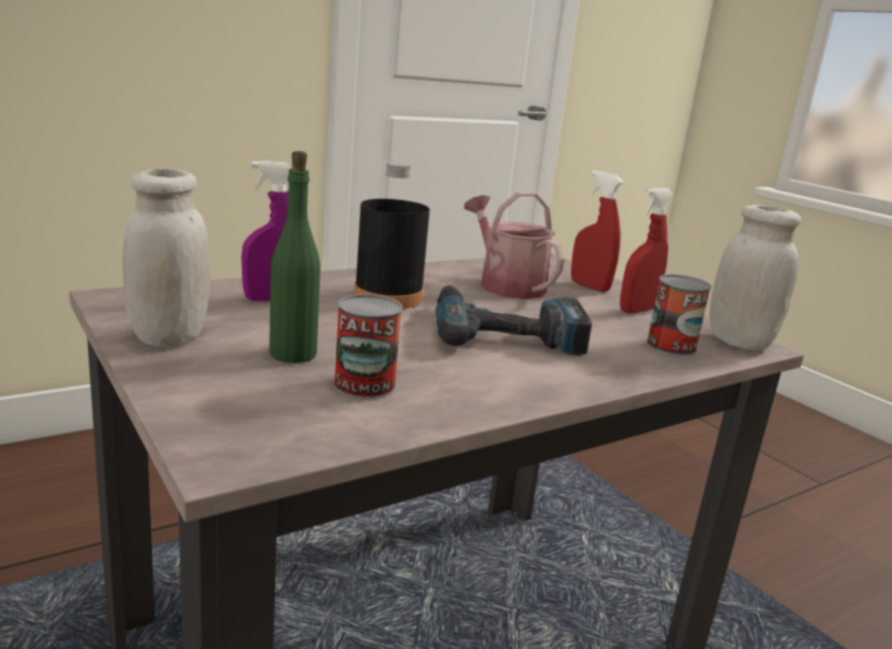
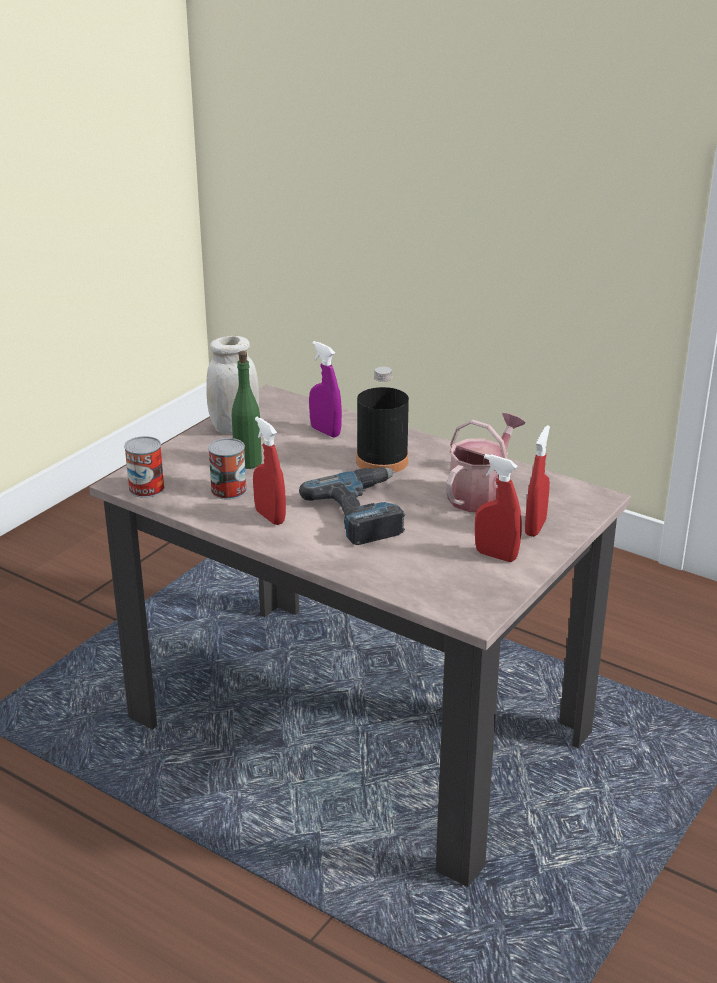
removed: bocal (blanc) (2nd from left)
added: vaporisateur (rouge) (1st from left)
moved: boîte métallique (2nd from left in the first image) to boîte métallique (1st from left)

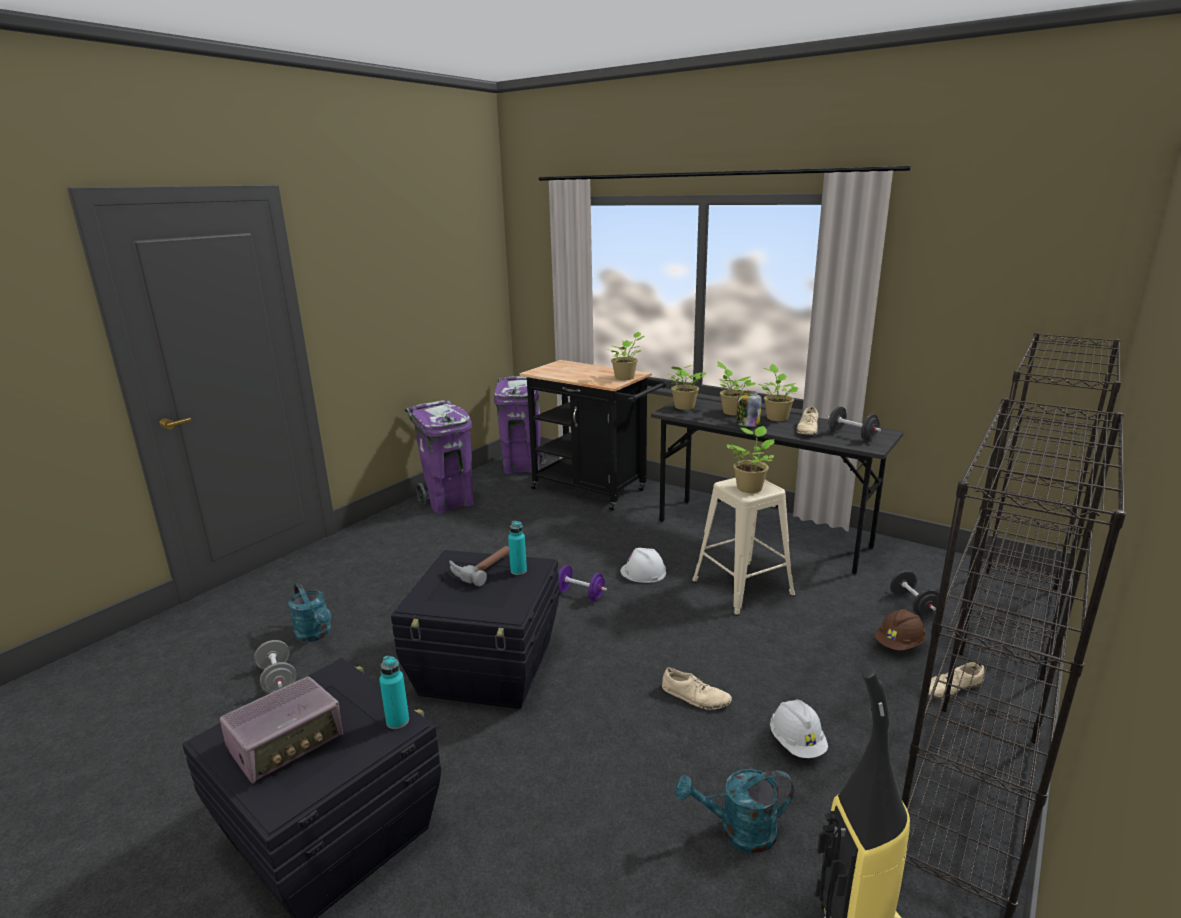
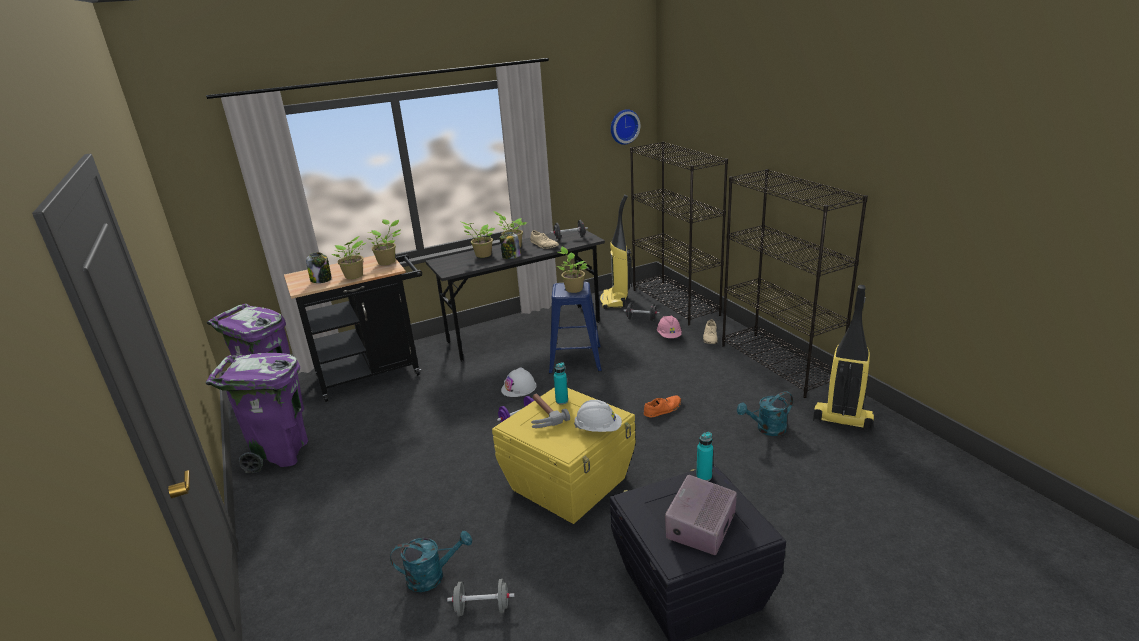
added: horloge murale; aspirateur (1st from left); bocal (1st from left)
moved: plante en pot (2nd from left in the first image) to plante en pot (1st from left); casque de chantier (blanc) (2nd from left)
recoloured: tabouret (beige) to tabouret (bleu); boîte de rangement (noir) (2nd from left) to boîte de rangement (jaune); casque de chantier (marron) to casque de chantier (rose); chaussure (beige) (1st from left) to chaussure (orange)
turned: radio 135 degrees counterclockwise; arrosoir (turquoise) (2nd from left) 45 degrees clockwise

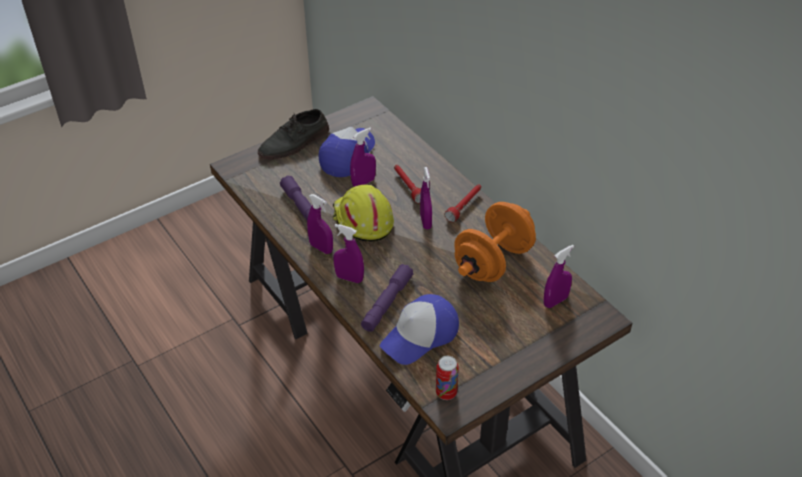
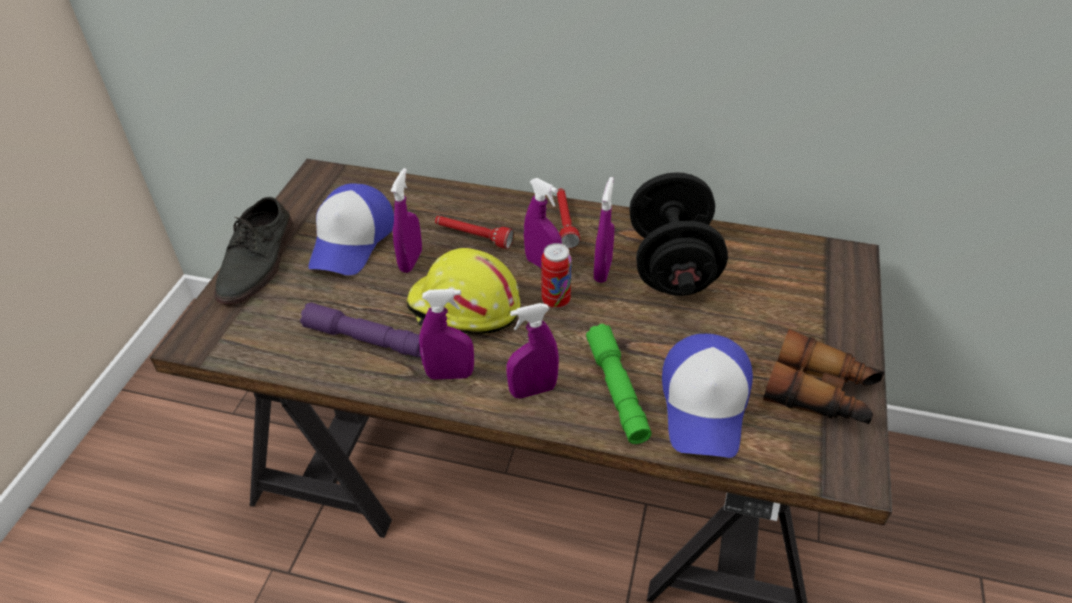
added: jumelles
moved: vaporisateur (violet) (5th from left); boîte métallique
recoloured: haltère (orange) to haltère (noir); lampe de poche (violet) (2nd from left) to lampe de poche (vert)
turned: casquette (1st from left) 150 degrees counterclockwise

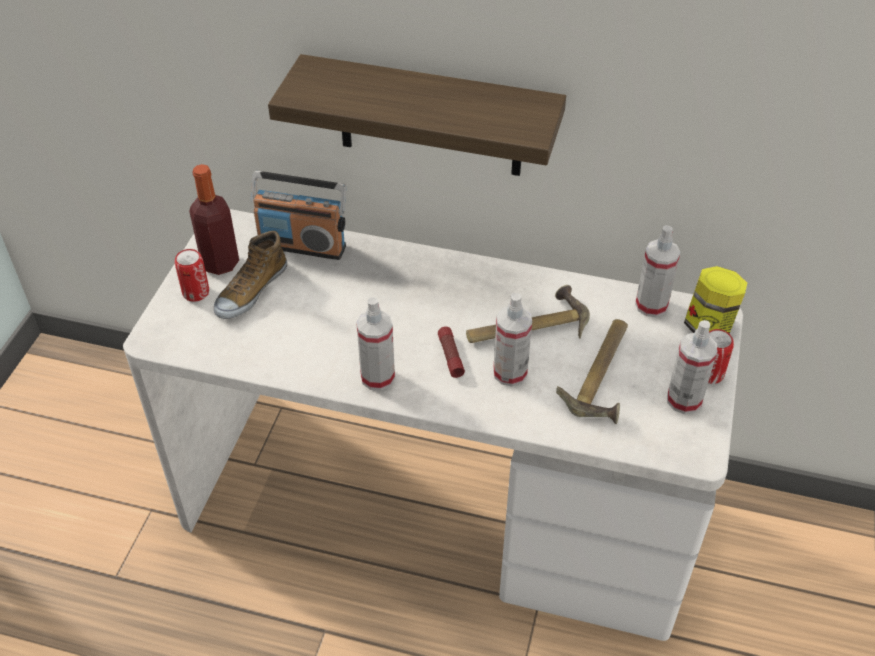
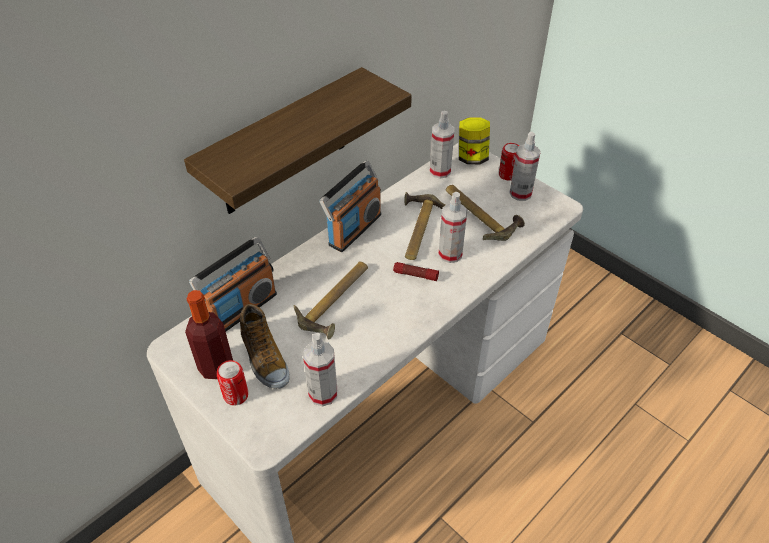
added: radio (2nd from left); marteau (1st from left)
moved: vaporisateur (1st from left)

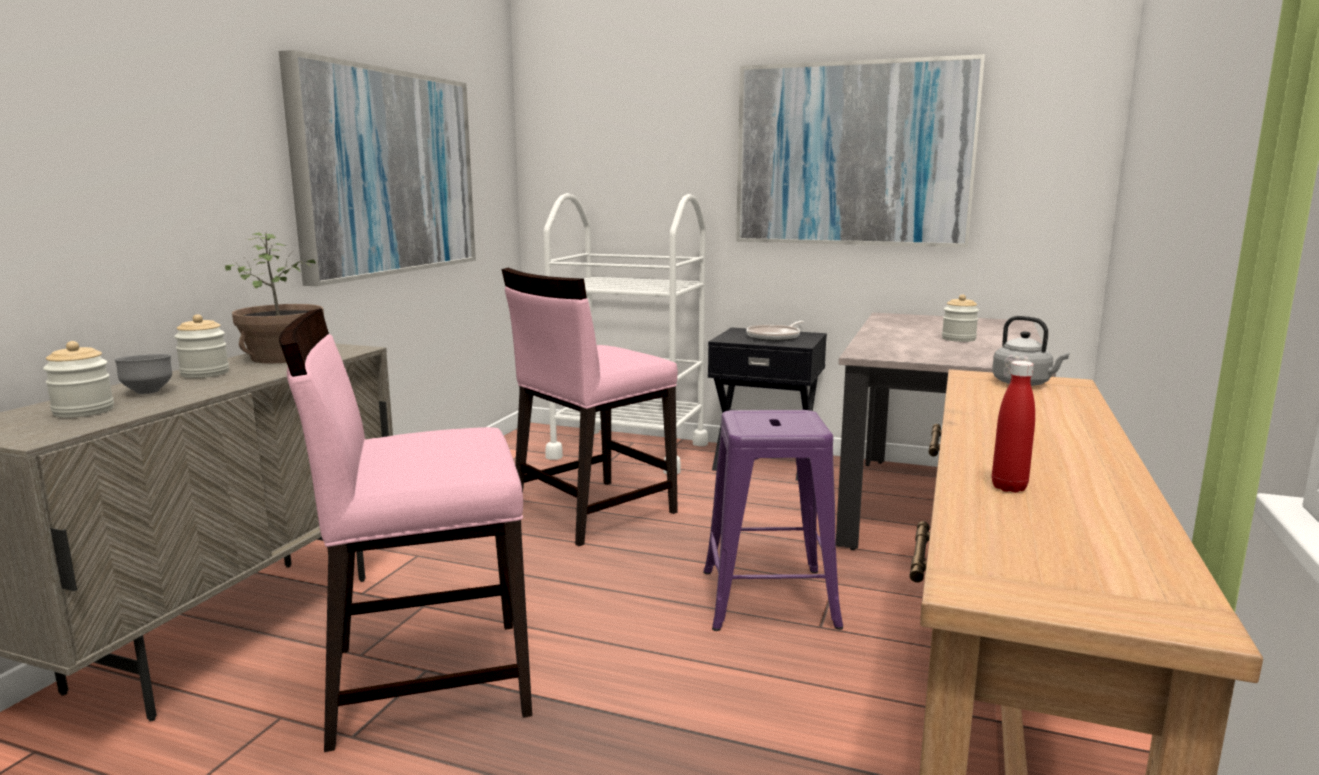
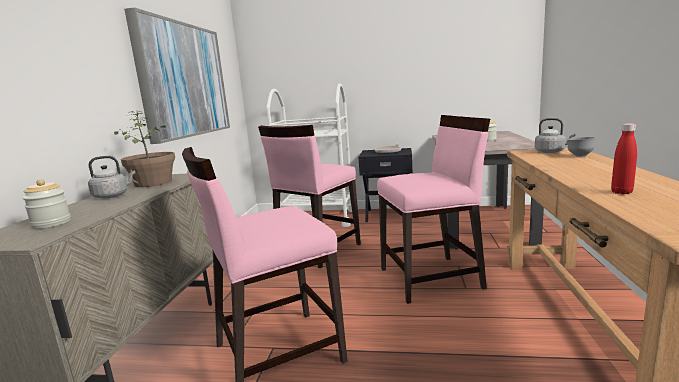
removed: tableau (2nd from left)
moved: bol (gris)
replaced: bocal (2nd from left) to bouilloire (gris) (1st from left); tabouret (violet) to chaise (rose) (3rd from left)

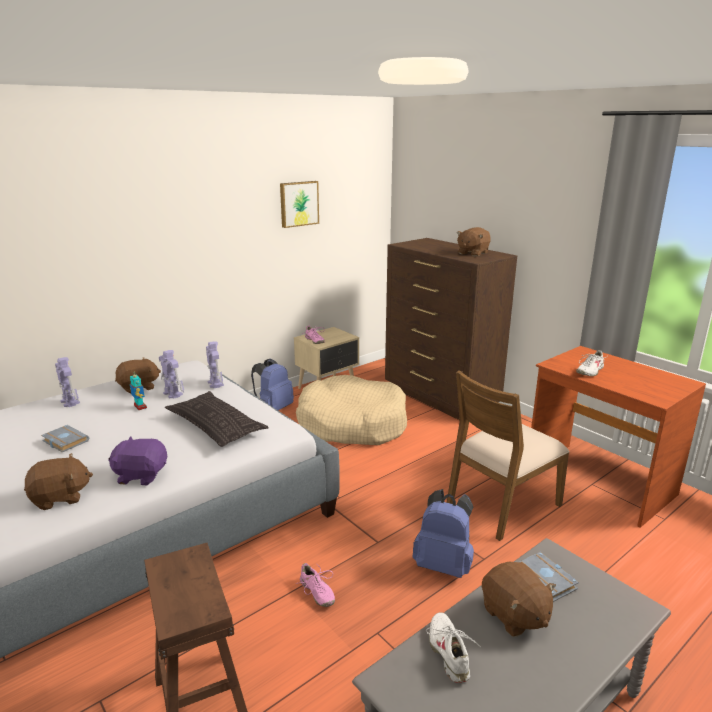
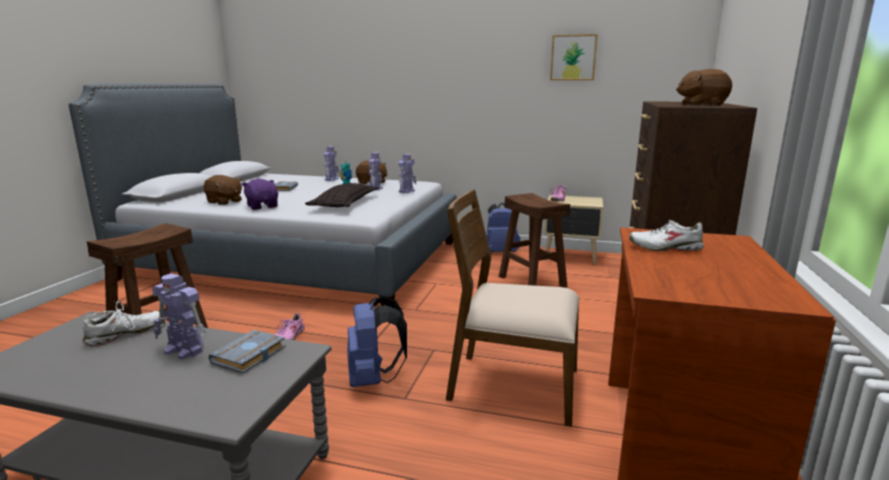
replaced: panier pour chien (beige) to tabouret (marron) (2nd from left); peluche (marron) (4th from left) to robot jouet (1st from left)

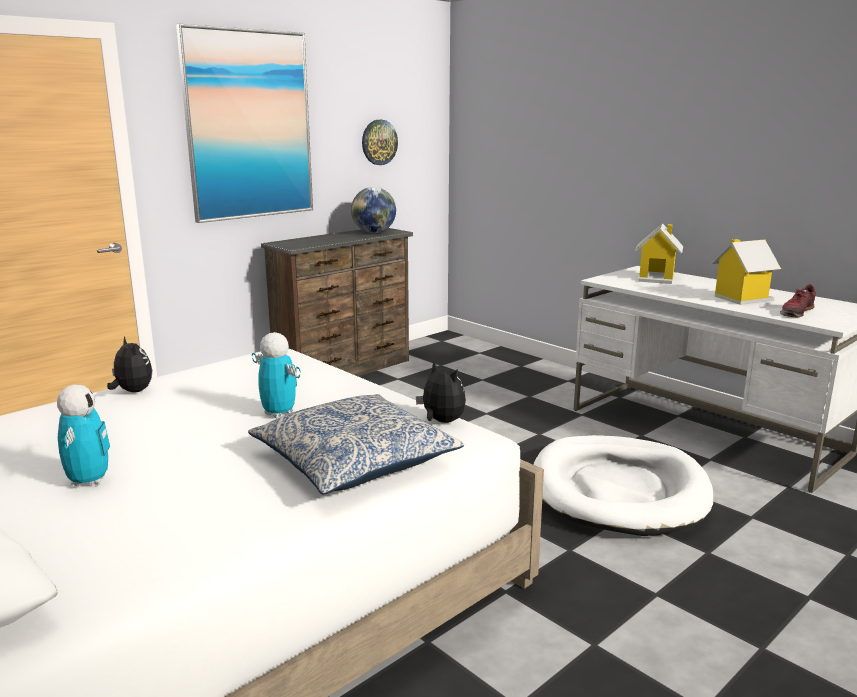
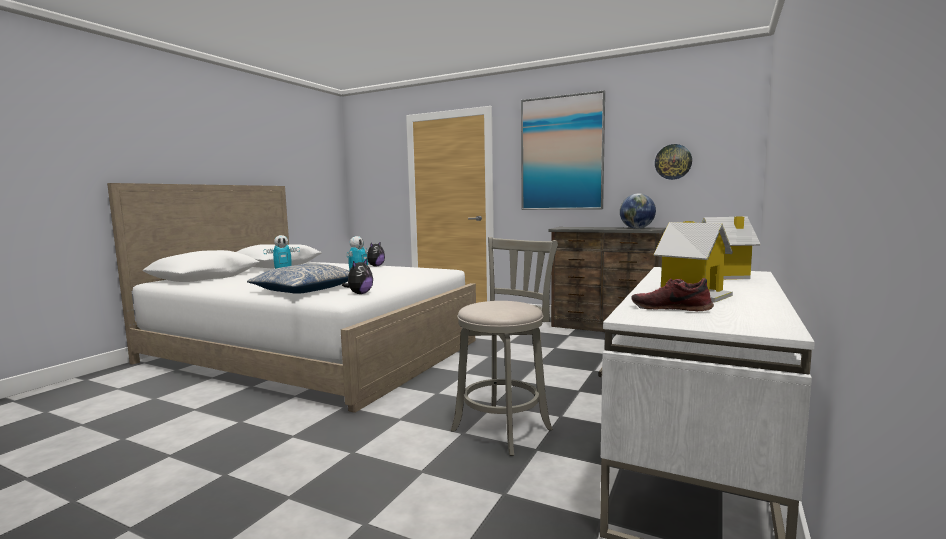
replaced: panier pour chien (blanc) to tabouret (gris)

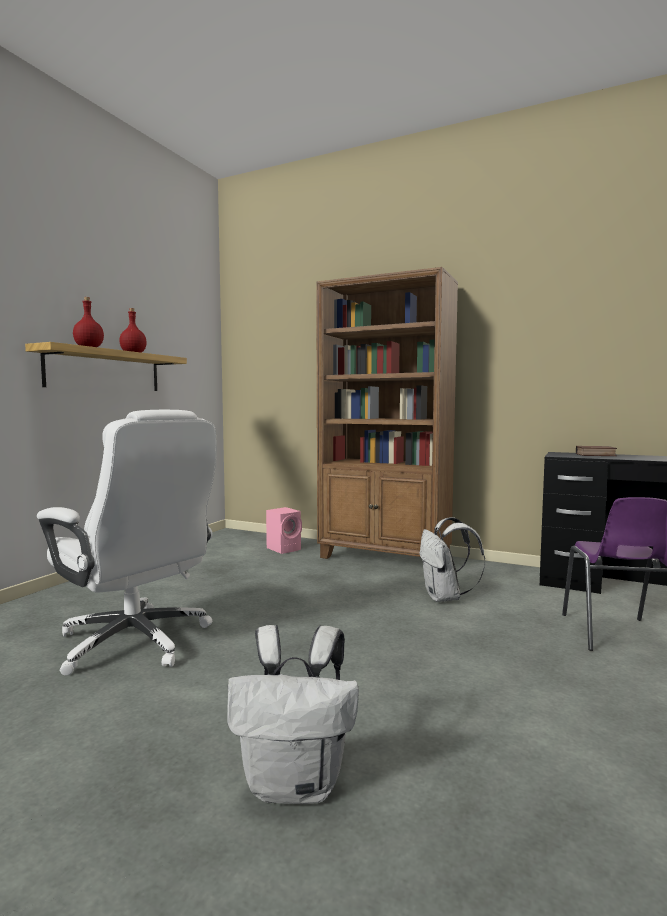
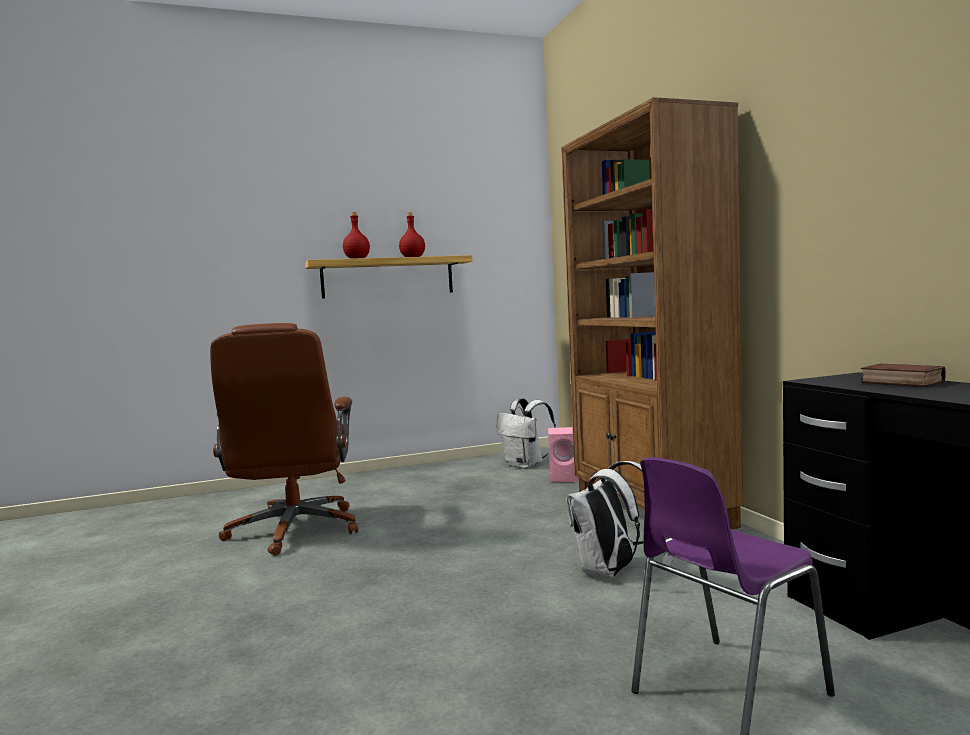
moved: sac à dos (blanc) (1st from left)
recoloured: chaise de bureau (blanc) to chaise de bureau (marron)

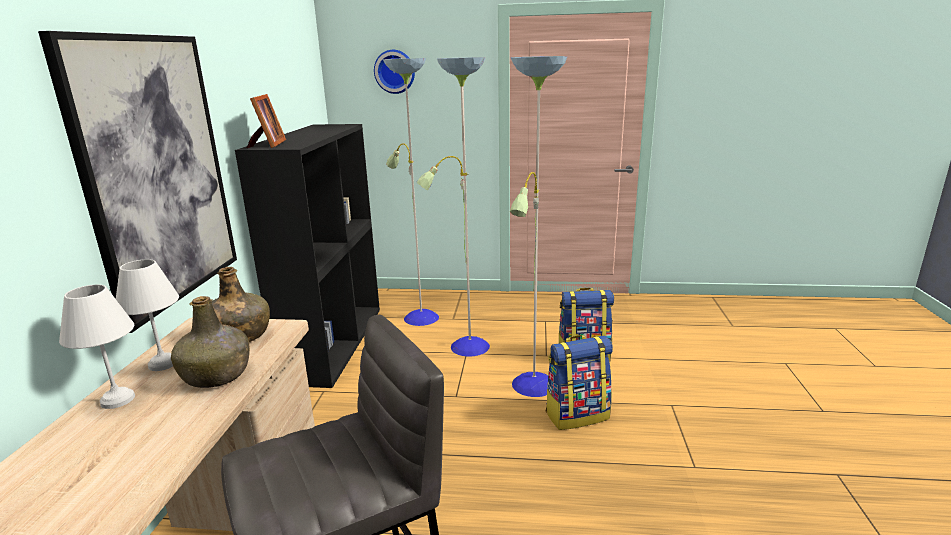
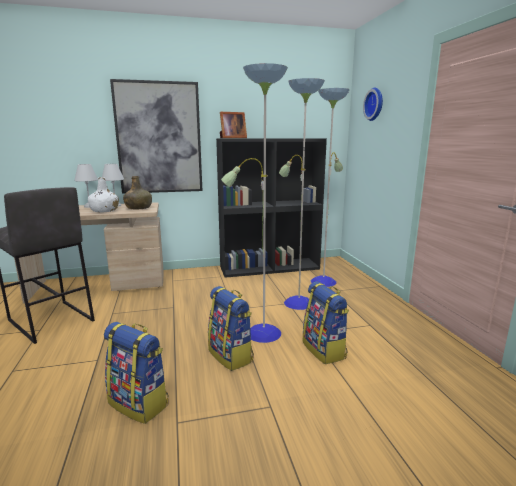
added: sac à dos (1st from left)
recoloured: bouteille (vert) (1st from left) to bouteille (blanc)

